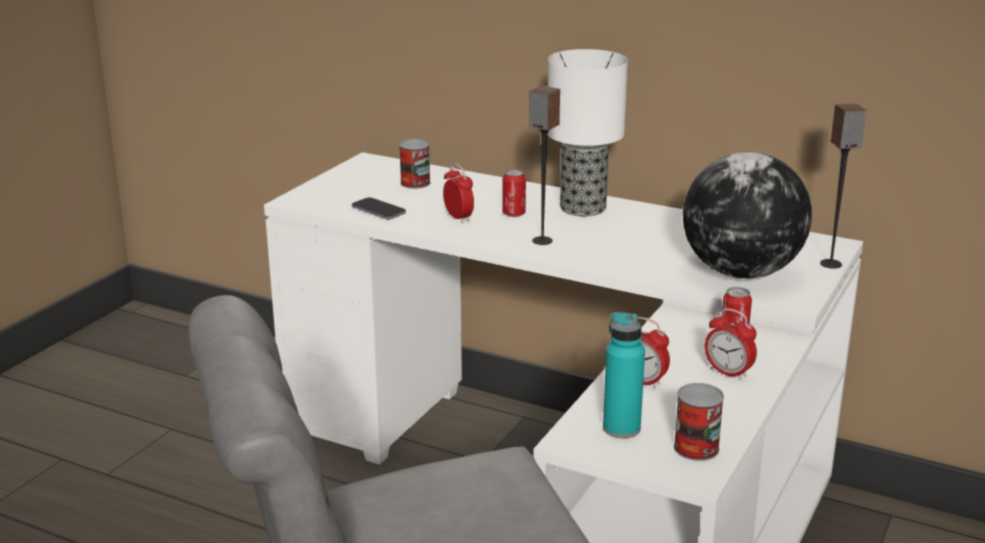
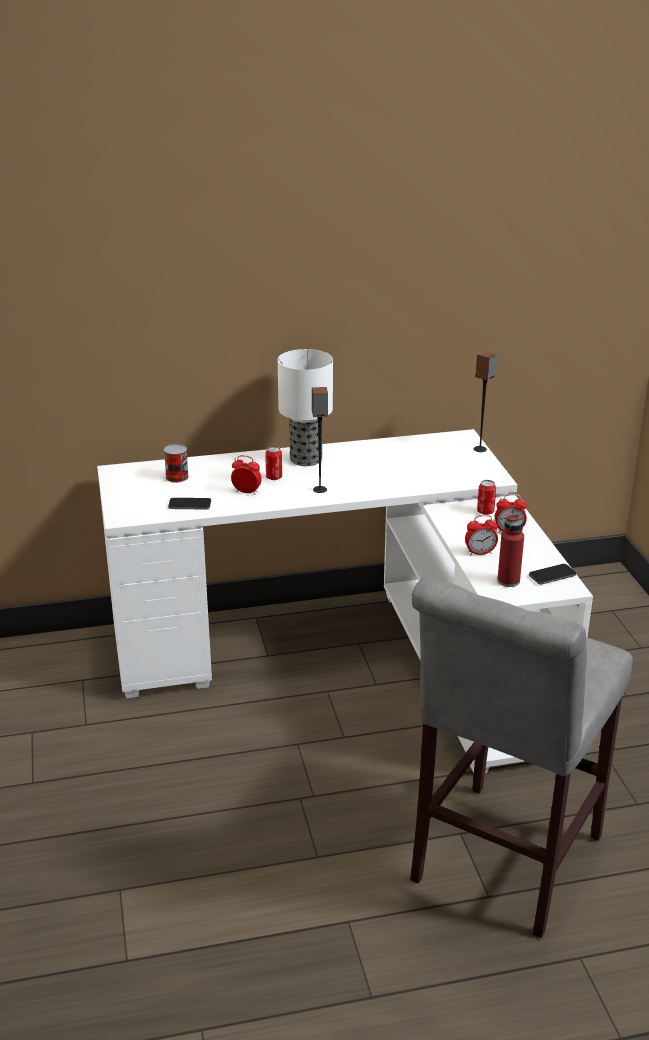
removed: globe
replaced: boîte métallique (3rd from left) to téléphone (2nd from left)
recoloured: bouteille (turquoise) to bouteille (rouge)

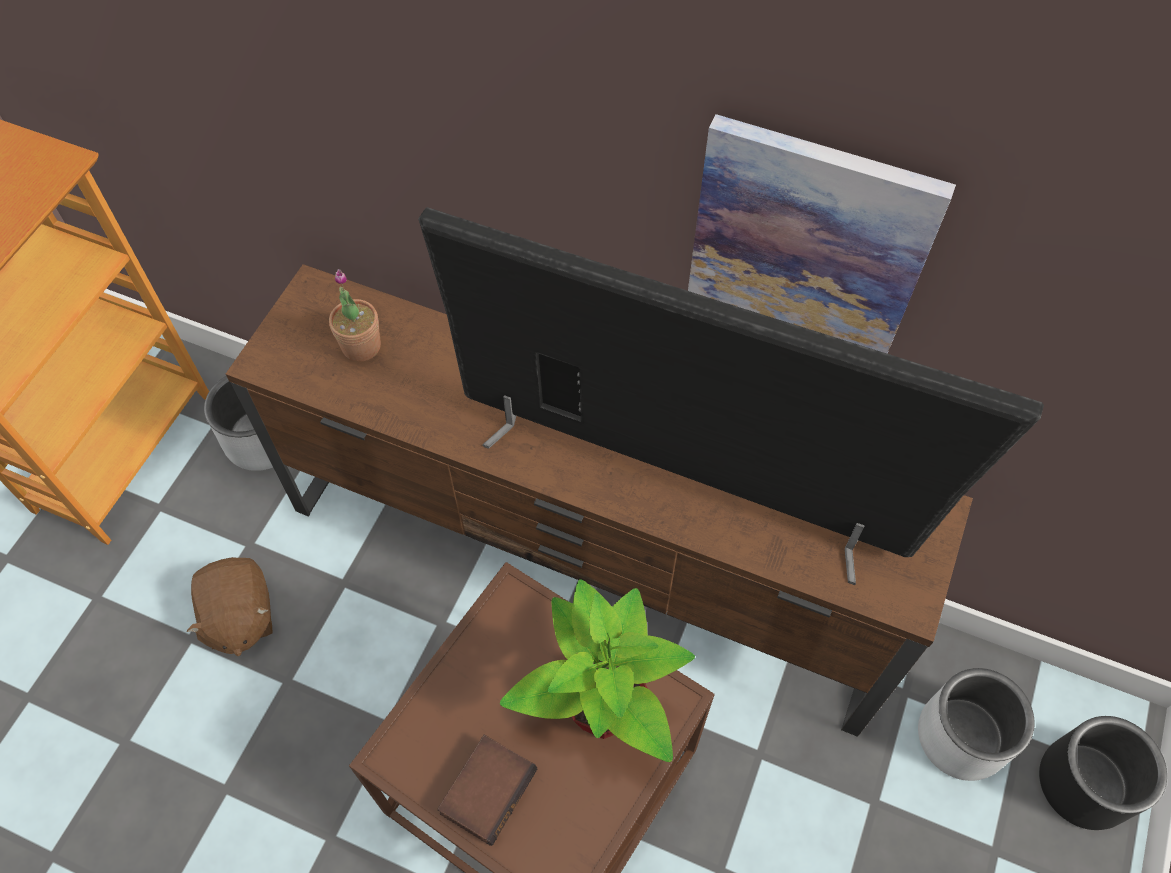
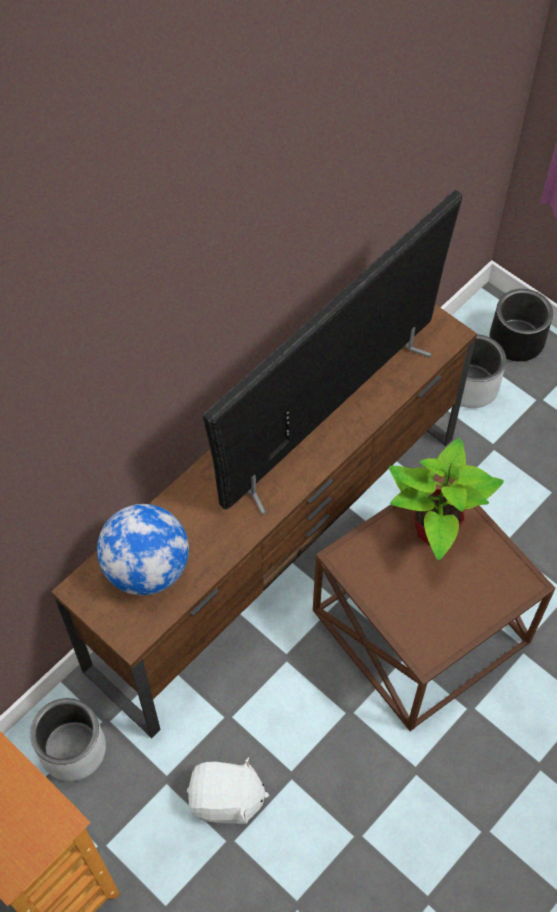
removed: tableau; livre
replaced: plante en pot (1st from left) to globe
recoloured: peluche (marron) to peluche (blanc)

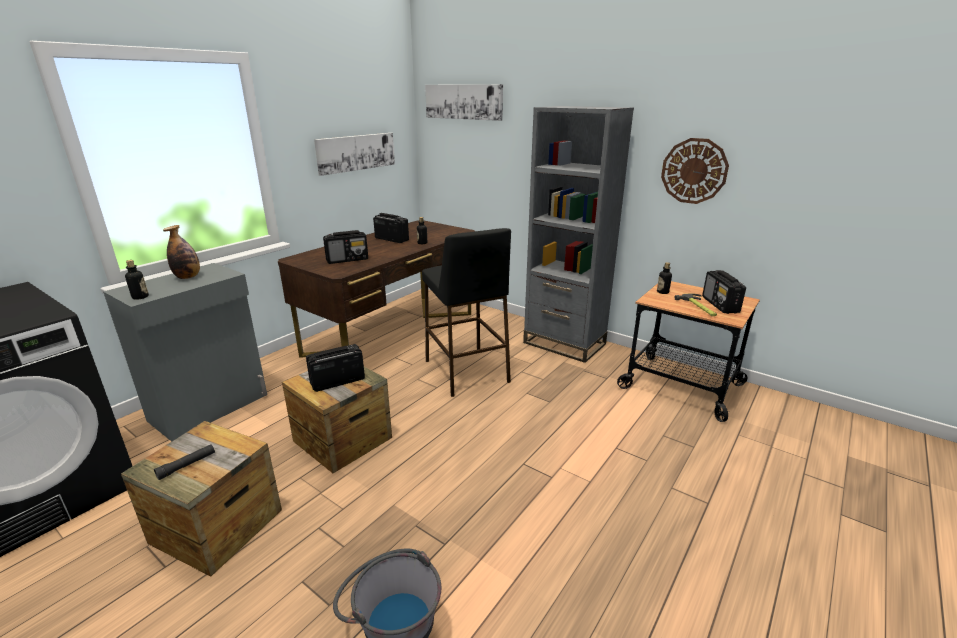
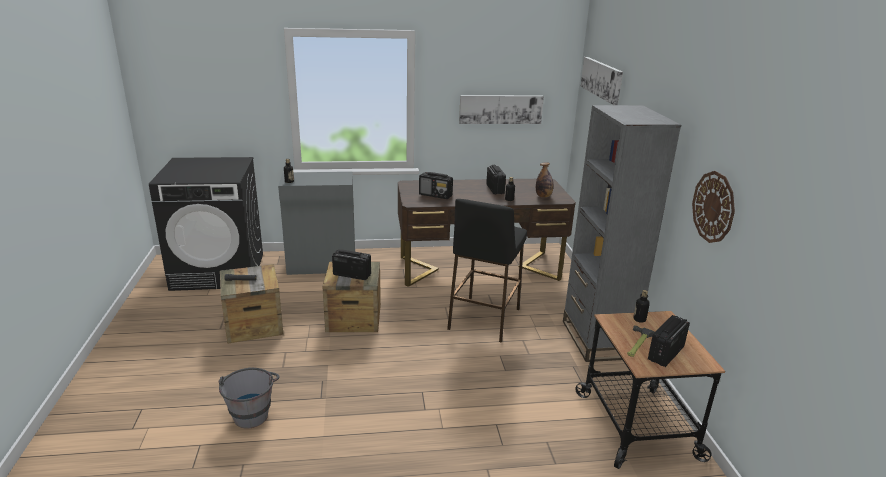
moved: bouteille (2nd from left in the first image) to bouteille (3rd from left)

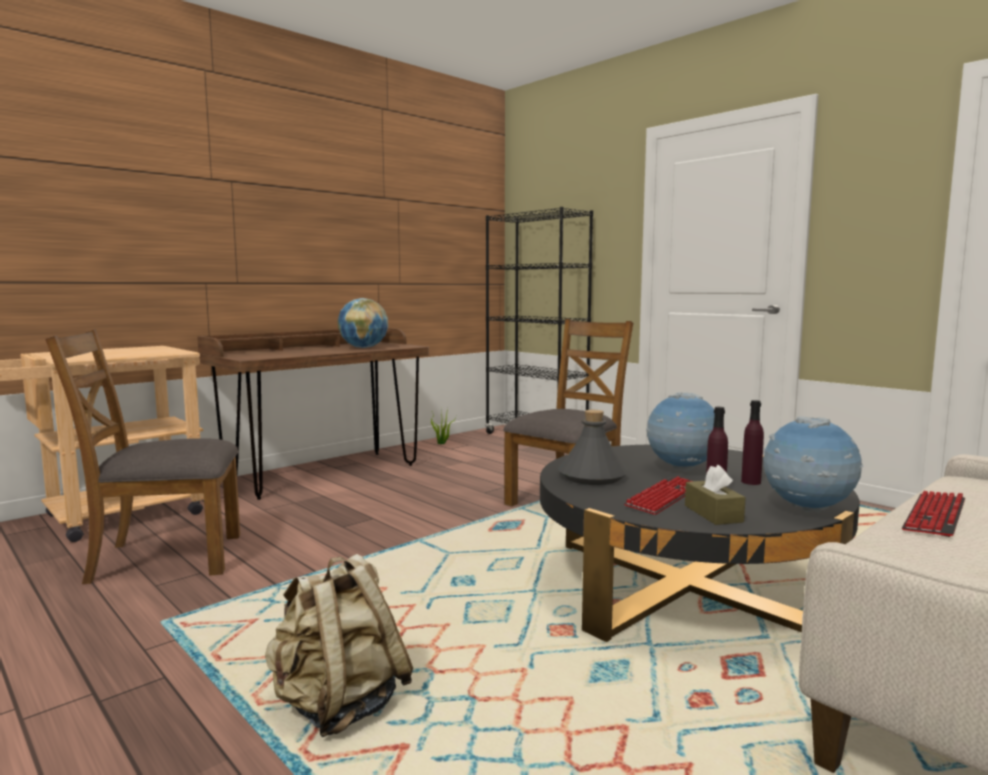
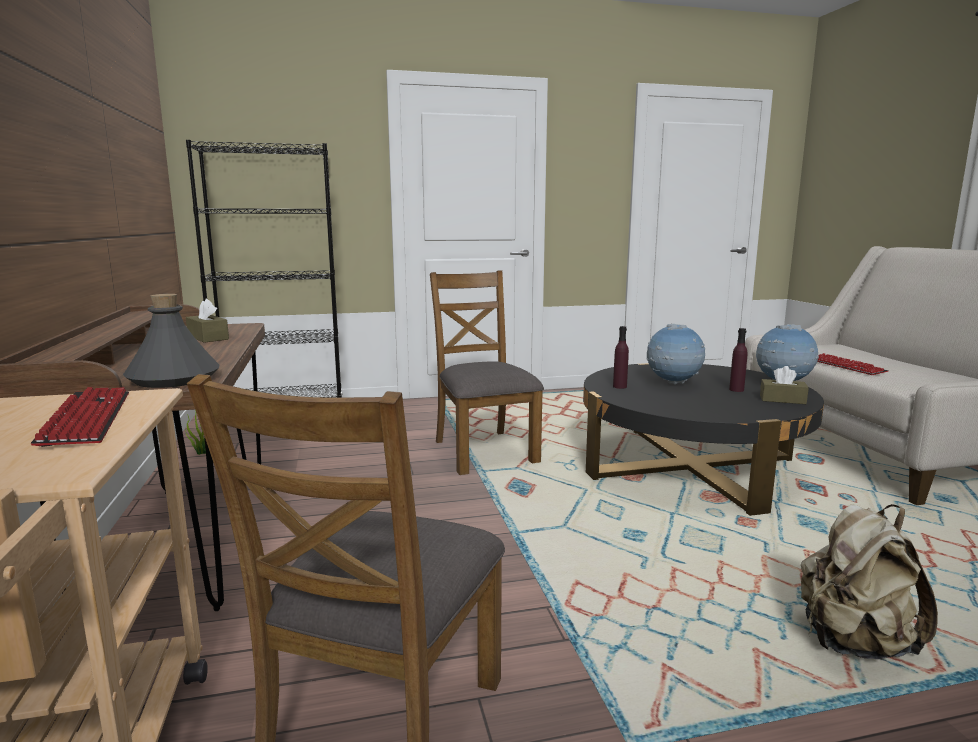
moved: bouteille (violet) (2nd from left in the first image) to bouteille (violet) (1st from left); bouteille (gris); clavier (1st from left)
replaced: globe (1st from left) to boîte à mouchoirs (marron) (1st from left)

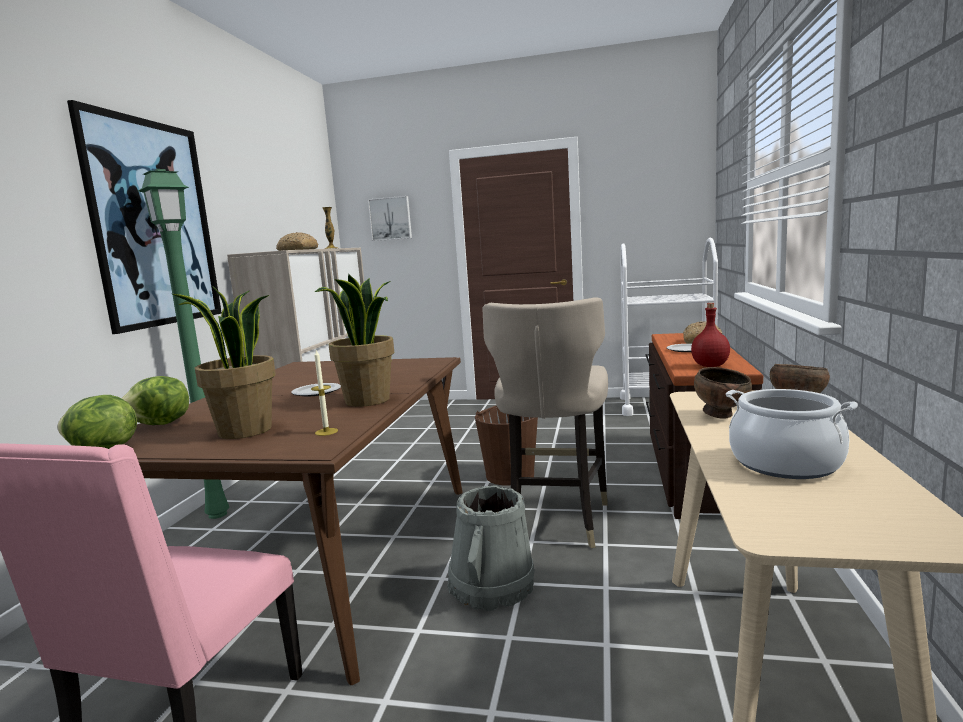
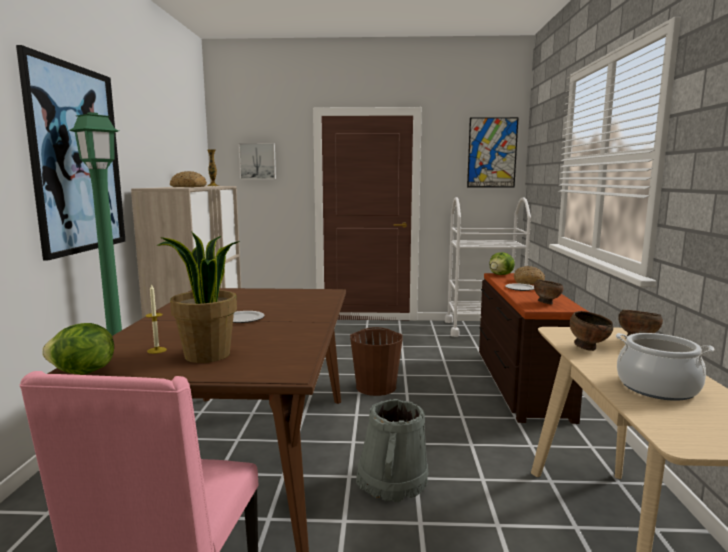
removed: plante en pot (2nd from left); tabouret (beige)
added: tableau (3rd from left)
moved: bougie; laitue (2nd from left)
replaced: bouteille (rouge) to bol (marron) (1st from left)

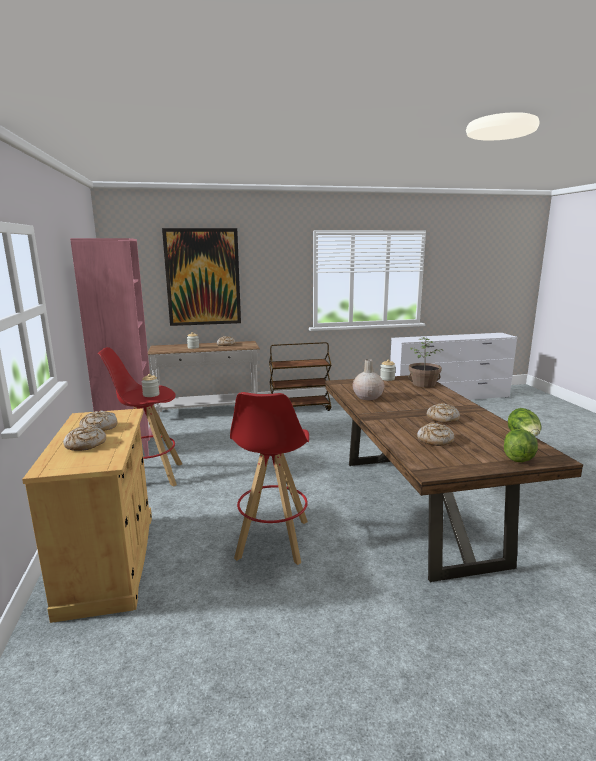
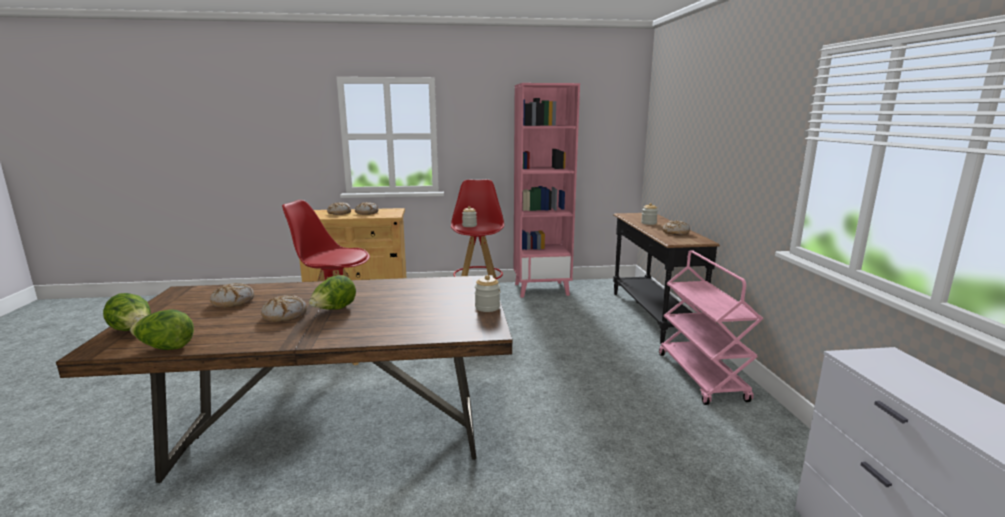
removed: tableau; plante en pot; vase (beige)
added: laitue (3rd from left)
recoloured: table console (blanc) to table console (noir); chariot (marron) to chariot (rose)

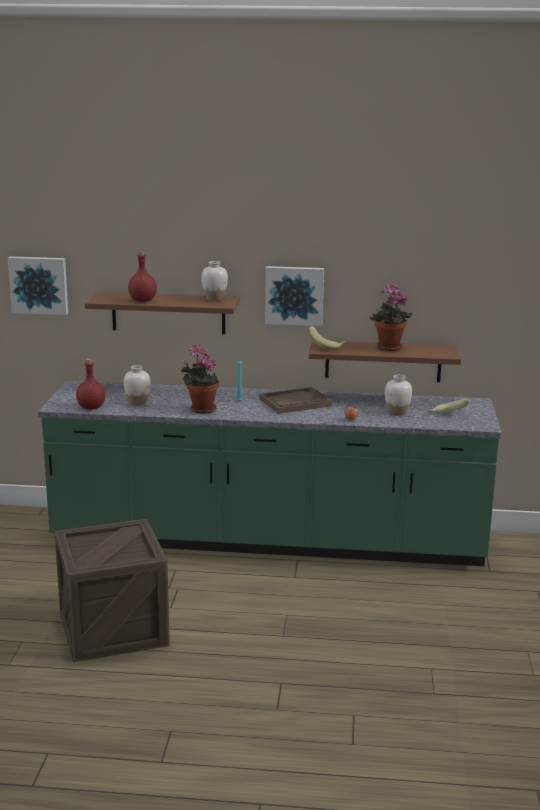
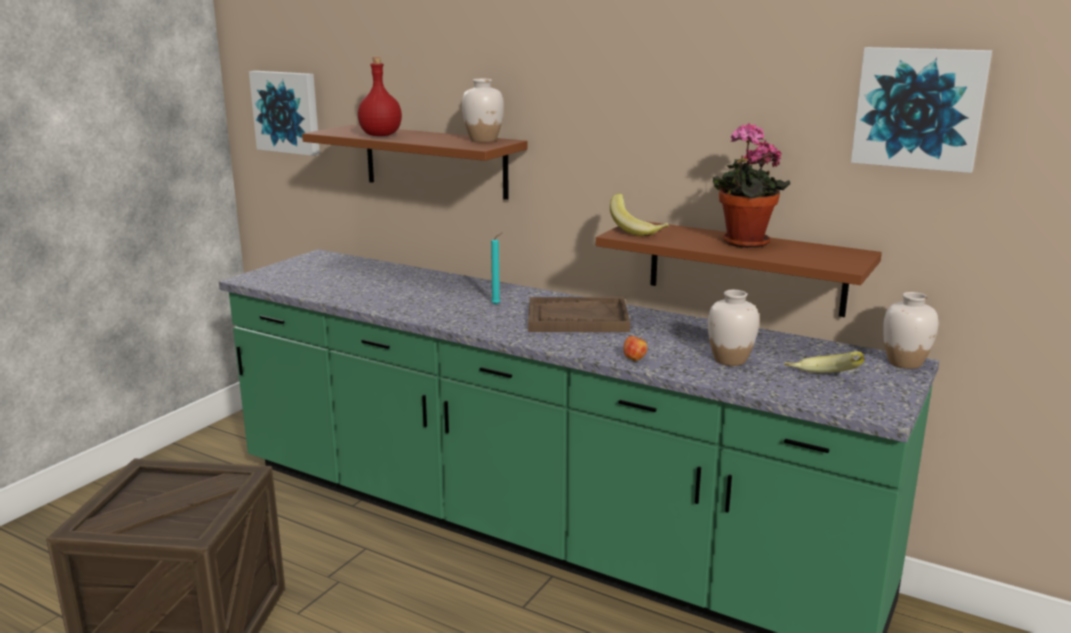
removed: plante en pot (1st from left); bouteille (rouge) (1st from left)
moved: tableau (2nd from left); vase (blanc) (1st from left in the first image) to vase (blanc) (3rd from left)

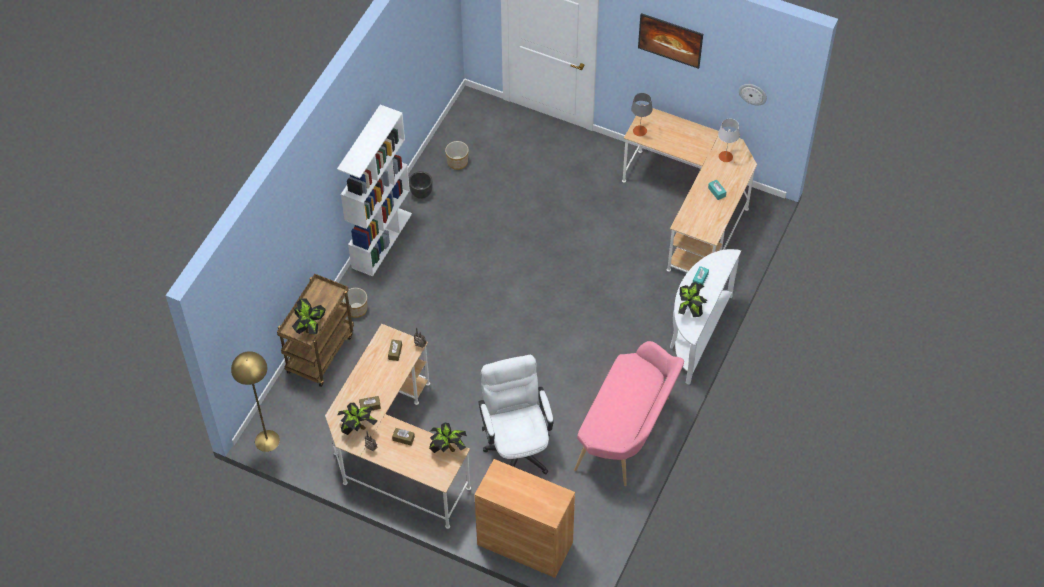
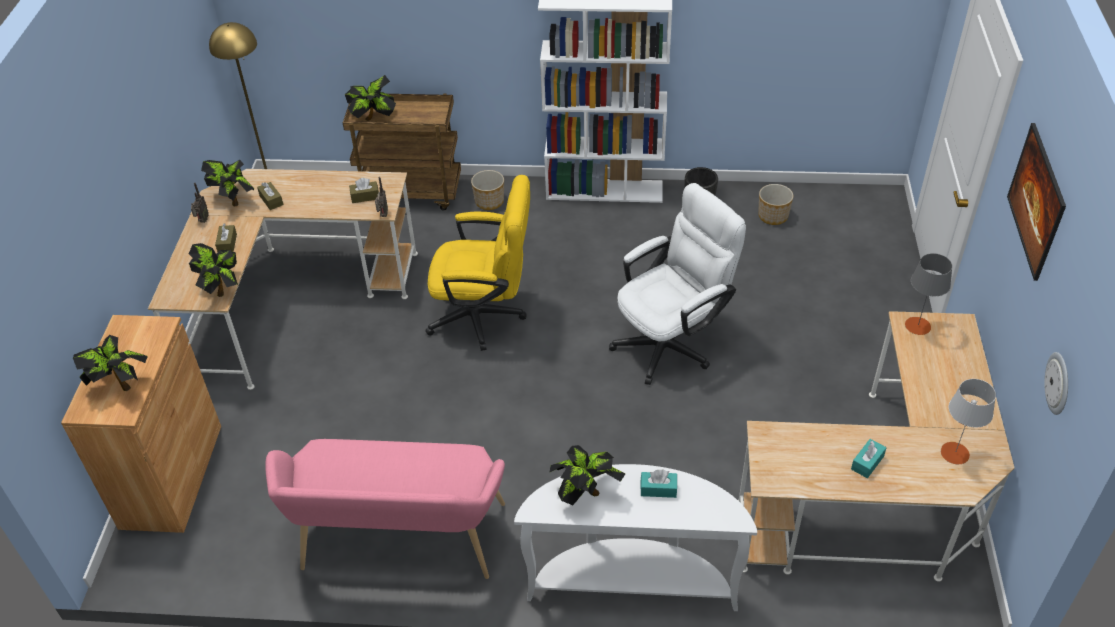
added: chaise de bureau (jaune); plante en pot (1st from left)
moved: chaise de bureau (blanc)

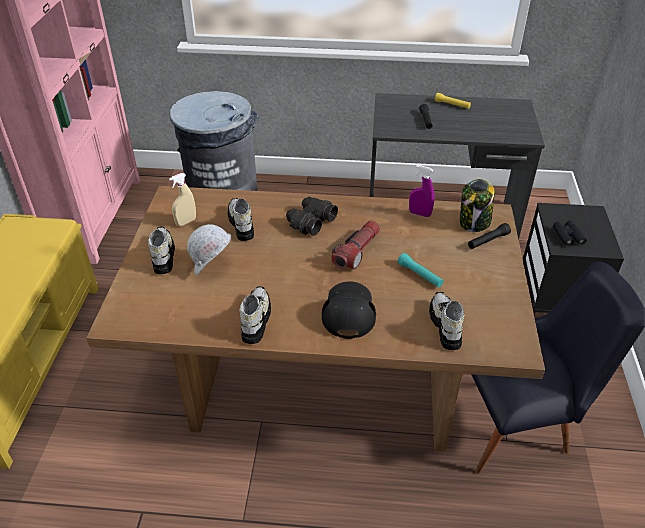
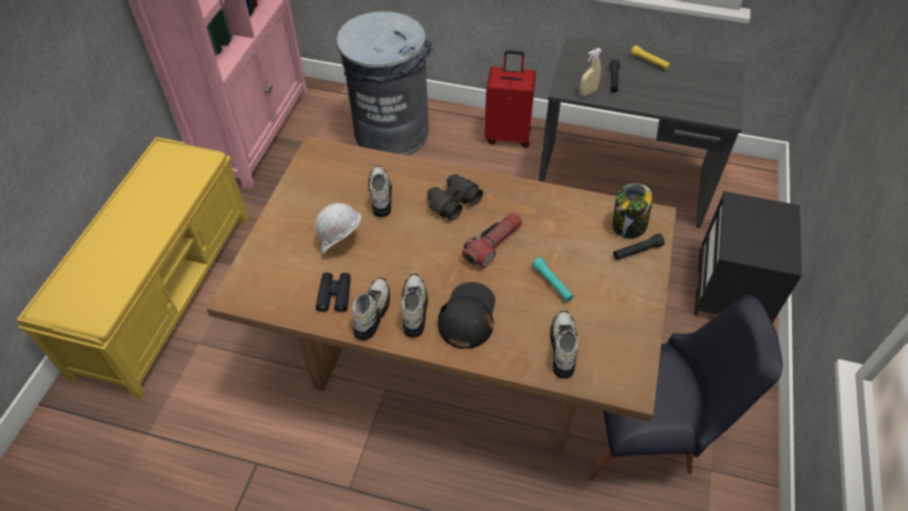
removed: vaporisateur (violet)
added: valise (rouge)
moved: vaporisateur (beige); jumelles (noir) (2nd from left in the first image) to jumelles (noir) (1st from left); chaussure (1st from left in the first image) to chaussure (3rd from left)

